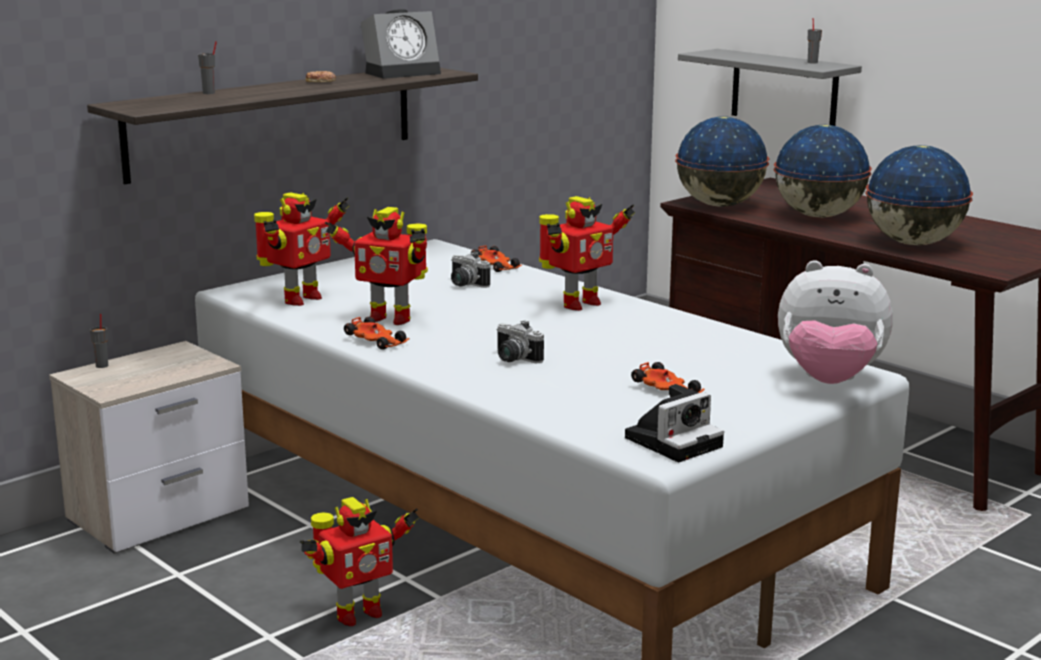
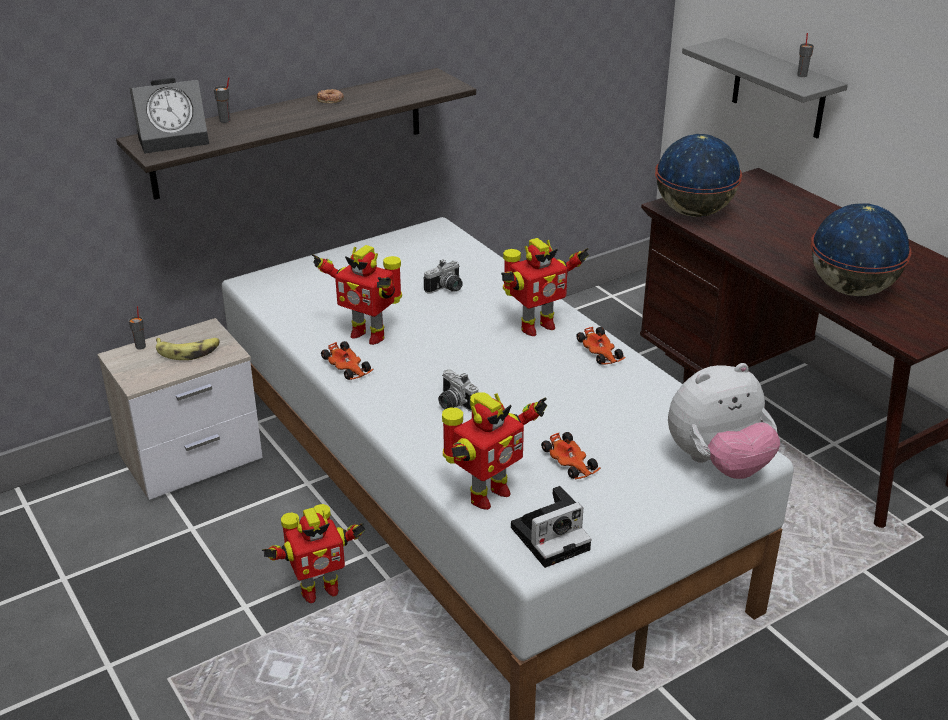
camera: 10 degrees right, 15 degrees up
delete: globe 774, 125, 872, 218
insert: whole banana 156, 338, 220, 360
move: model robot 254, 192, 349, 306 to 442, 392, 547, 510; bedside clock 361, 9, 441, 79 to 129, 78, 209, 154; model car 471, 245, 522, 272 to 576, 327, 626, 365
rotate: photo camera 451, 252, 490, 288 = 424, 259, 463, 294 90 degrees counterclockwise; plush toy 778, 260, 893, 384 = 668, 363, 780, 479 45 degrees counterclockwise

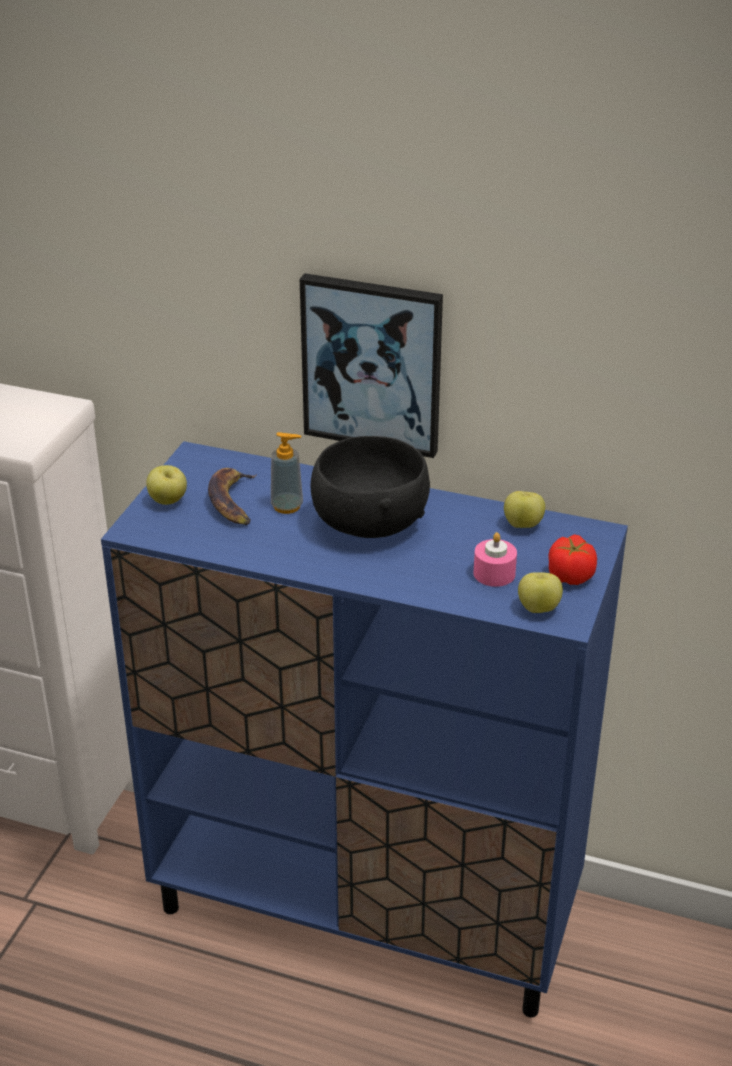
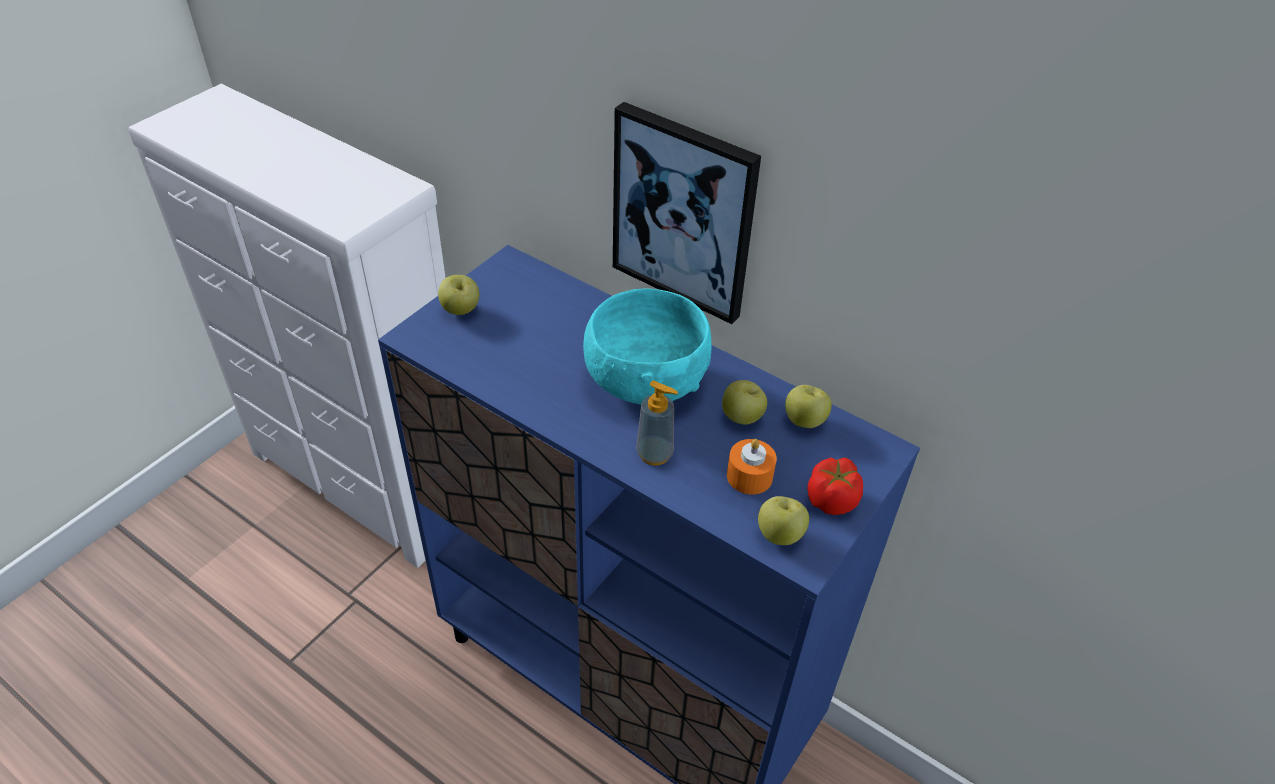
camera: 15 degrees right, 10 degrees up
delete: whole banana 208, 468, 257, 525
insert: whole apple 722, 380, 767, 425
move: soap dispenser 271, 432, 303, 514 to 636, 381, 678, 466
recolor: deep dish (blackish) 310, 436, 430, 538 to deep dish (turquoise-coloured) 583, 288, 711, 405; wax candle (pink-coloured) 473, 532, 517, 587 to wax candle (orangey) 727, 439, 777, 495

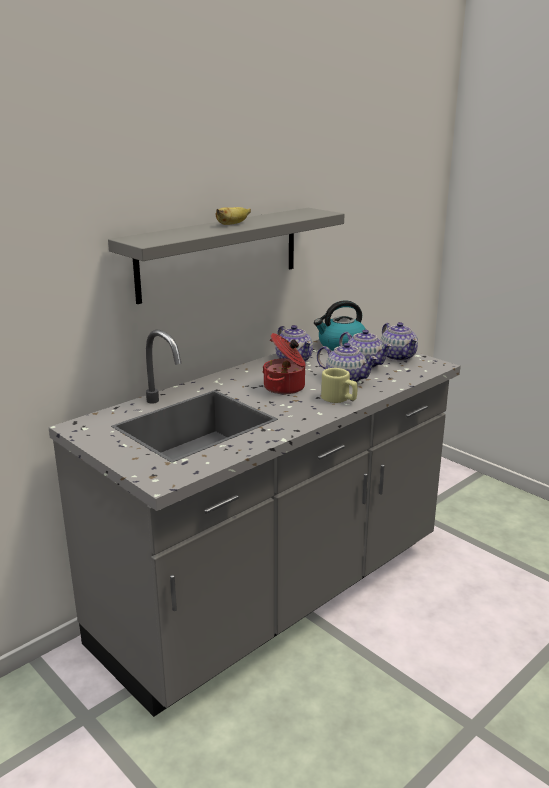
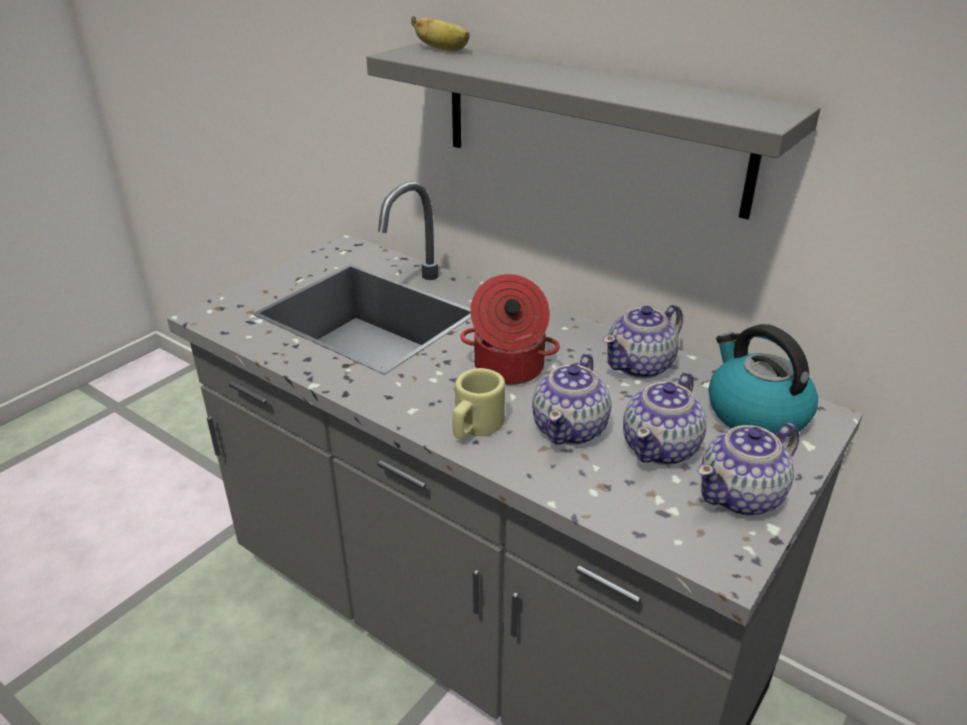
camera: 80 degrees right, 10 degrees up
move: whole banana 216, 207, 251, 225 to 411, 16, 470, 51

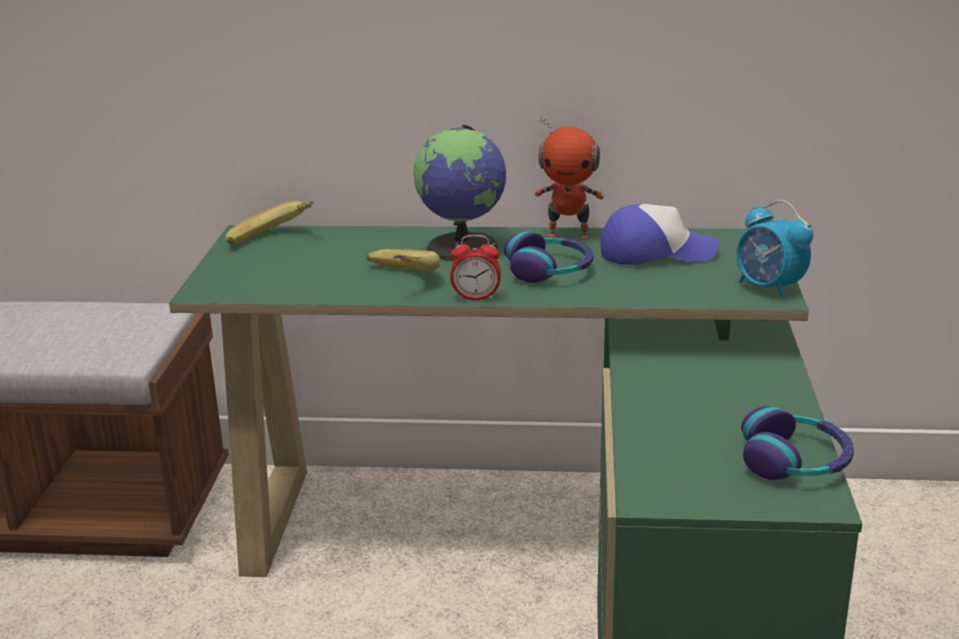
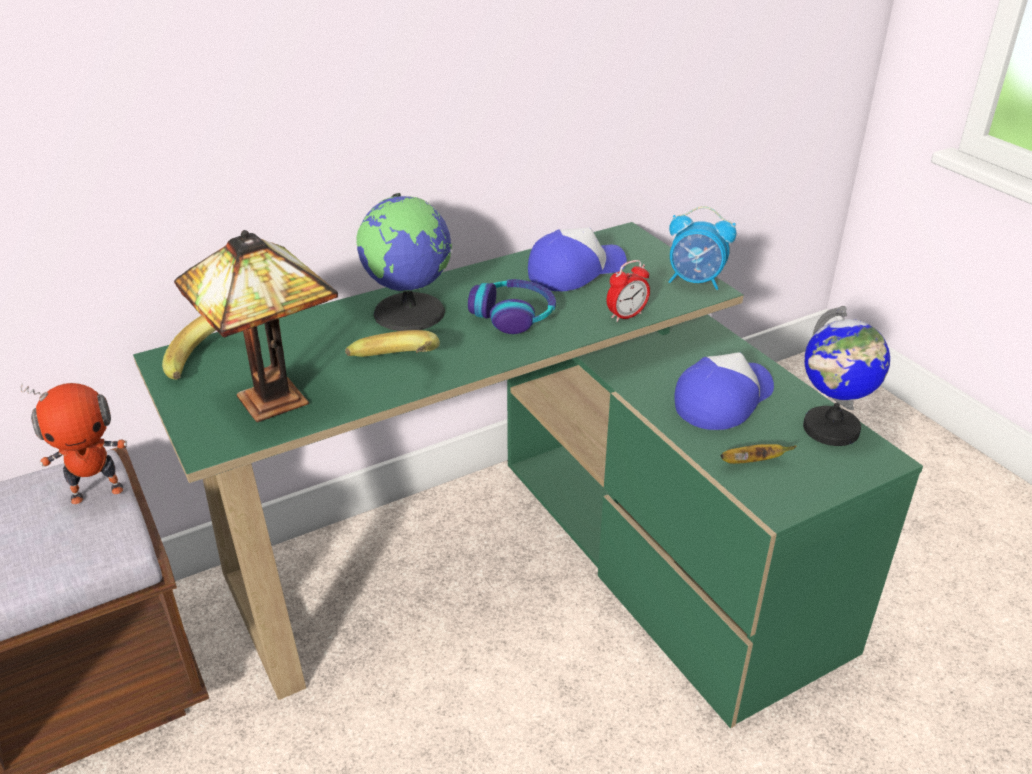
camera: 35 degrees left, 10 degrees up
insert: lamp for a table 174, 230, 338, 422; peaked cap 674, 352, 774, 430; whole banana 720, 444, 797, 464
move: bedside clock 450, 235, 501, 300 to 606, 260, 650, 322; model robot 534, 116, 605, 241 to 21, 383, 127, 504
replace: headphones 741, 406, 854, 480 to globe 803, 306, 890, 446

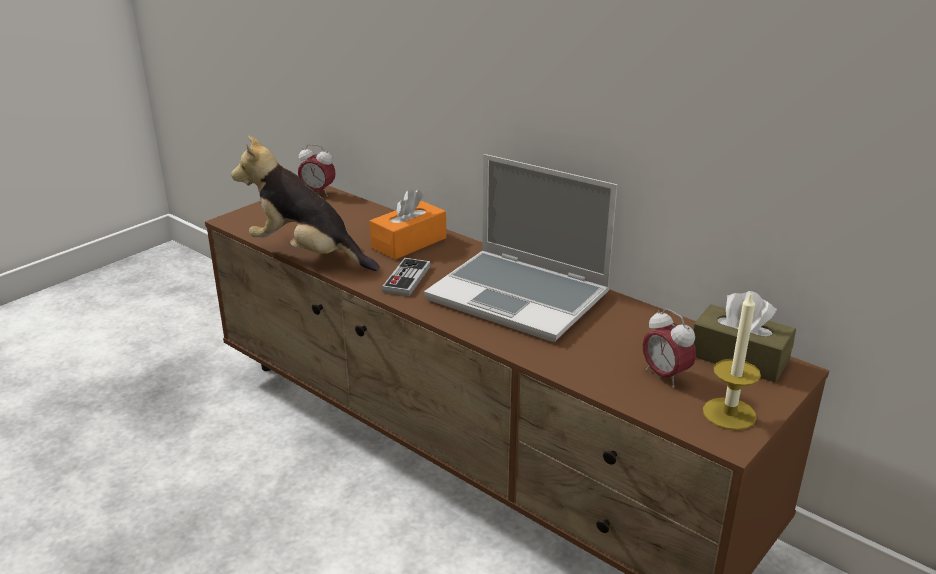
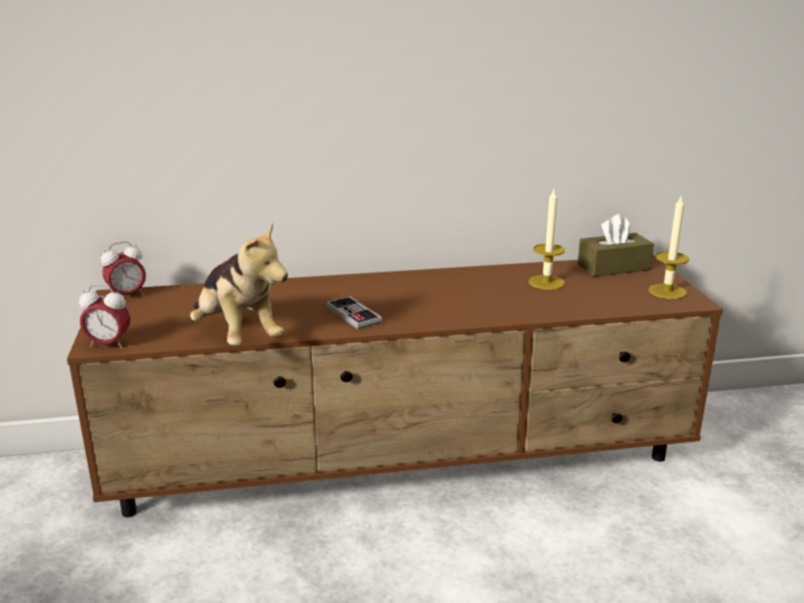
camera: 50 degrees left, 5 degrees down
delete: box of tissues (orangey) 369, 188, 446, 260; notebook computer 424, 154, 617, 342
insert: wax candle 529, 190, 565, 290
move: bedside clock 642, 309, 696, 388 to 79, 285, 130, 349
rotate: plush toy 231, 136, 379, 271 = 190, 223, 288, 345 105 degrees counterclockwise

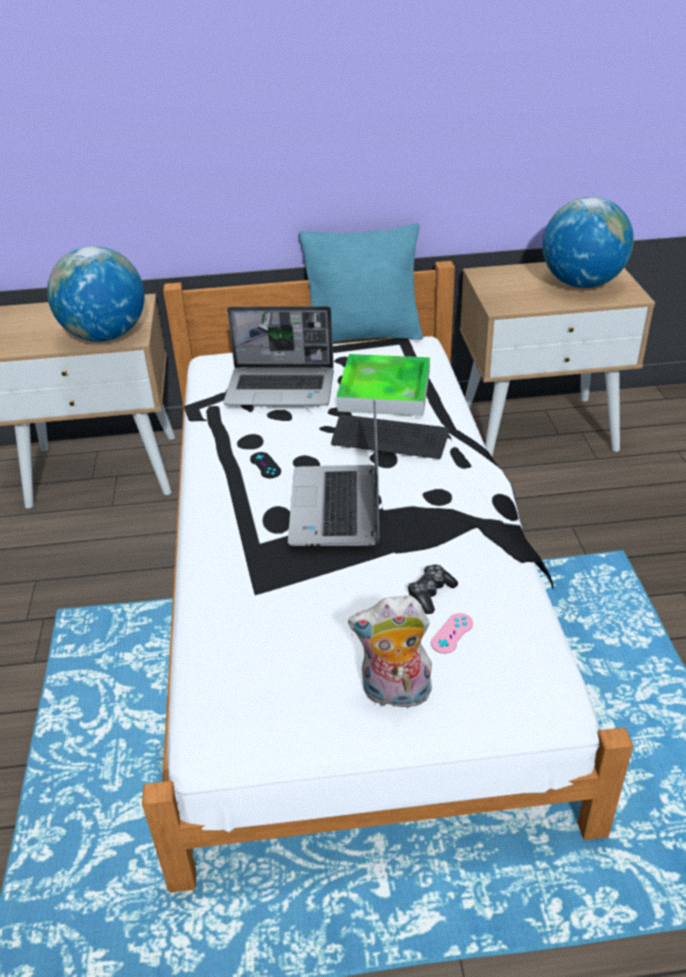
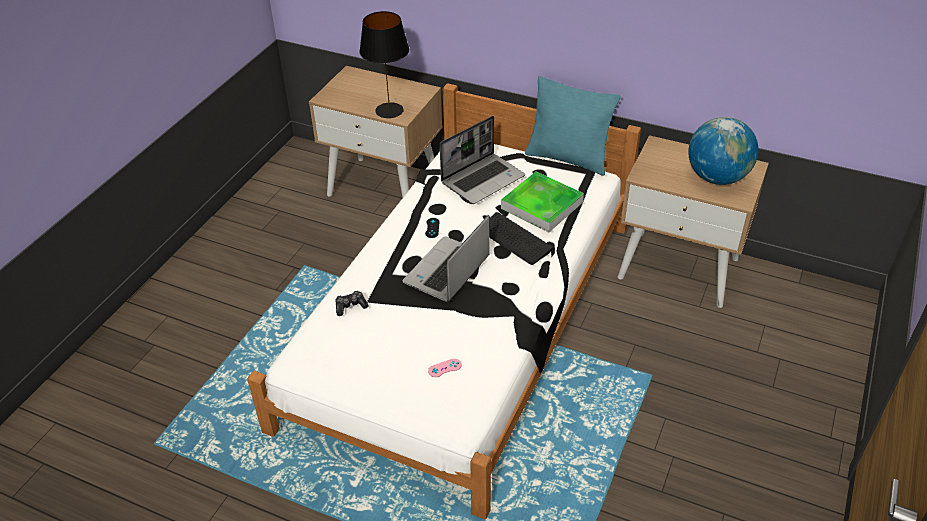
camera: 30 degrees right, 5 degrees up
delete: plush toy 348, 596, 433, 713
move: gamepad 407, 565, 458, 614 to 335, 291, 368, 316
replace: globe 47, 246, 145, 342 to lamp for a table (blackish) 359, 11, 409, 118
rotate: notebook computer 224, 306, 334, 405 = 440, 116, 525, 204 75 degrees counterclockwise

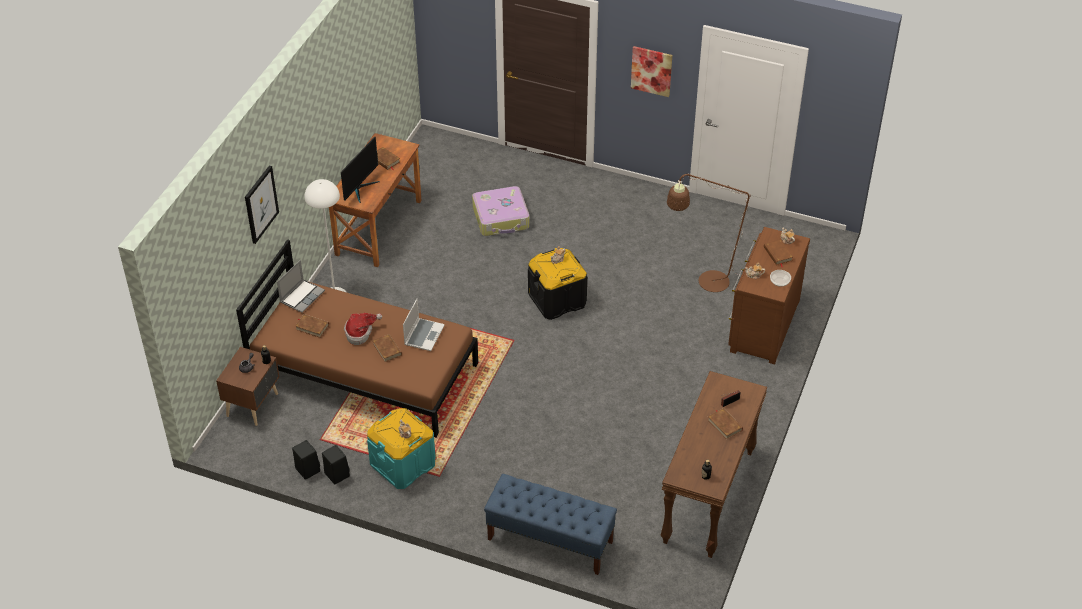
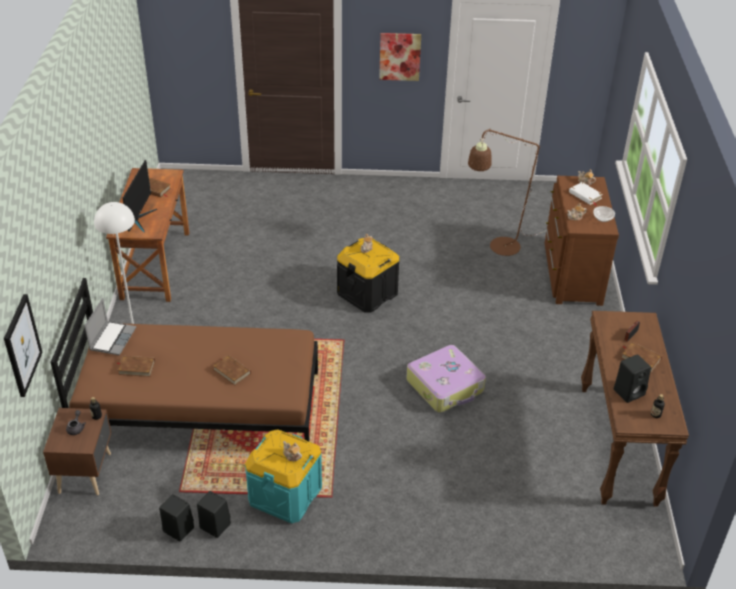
camera: 20 degrees left, 5 degrees down
delete: wearable hat 344, 313, 382, 345; notebook computer 403, 299, 445, 351; indoor bench (blue) 484, 474, 617, 575
insert: audio speaker (blackish) 614, 354, 651, 403
move: wall picture 245, 165, 279, 244 to 4, 294, 42, 397; piece of luggage 472, 186, 529, 236 to 406, 345, 486, 413
recolor: book (brown) 764, 239, 793, 267 to book (white) 569, 182, 603, 206

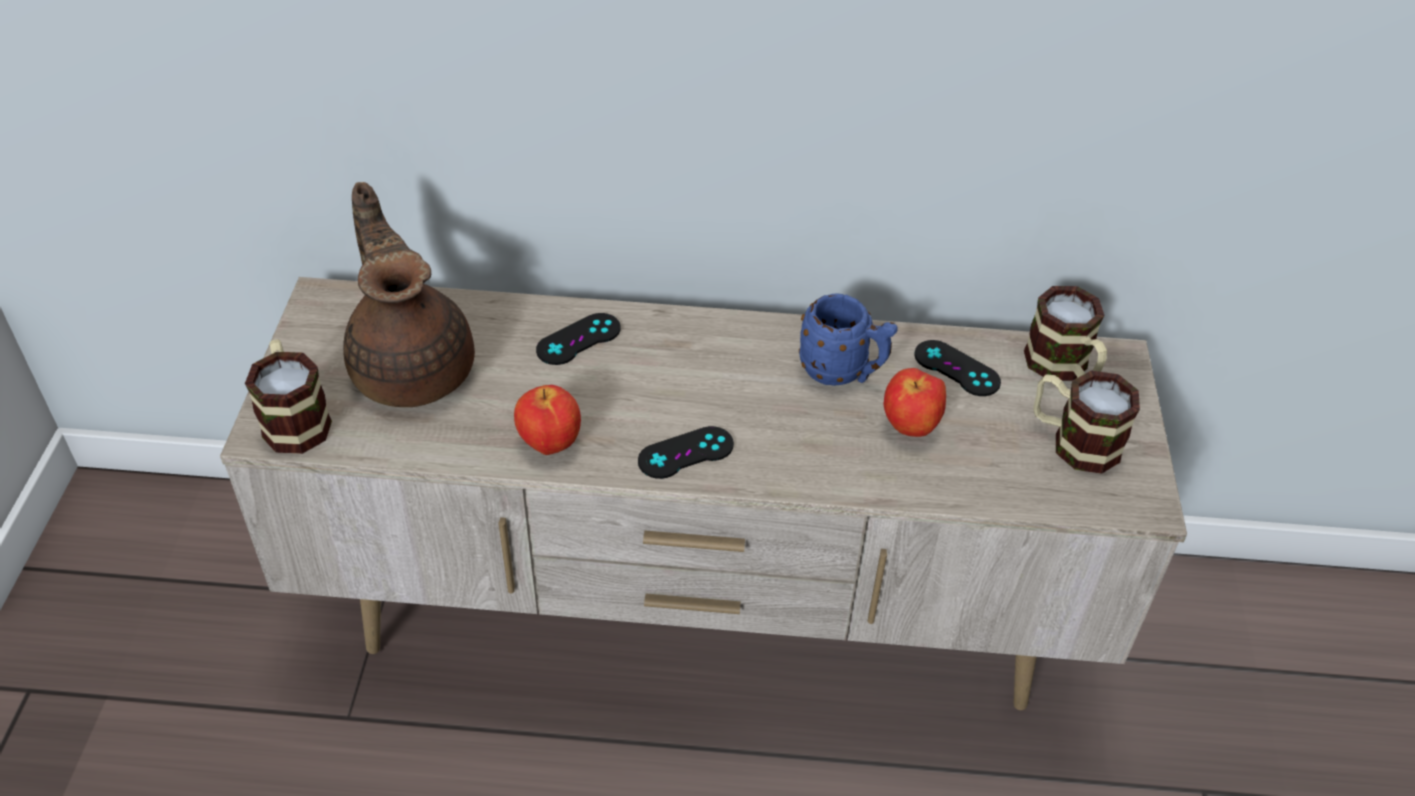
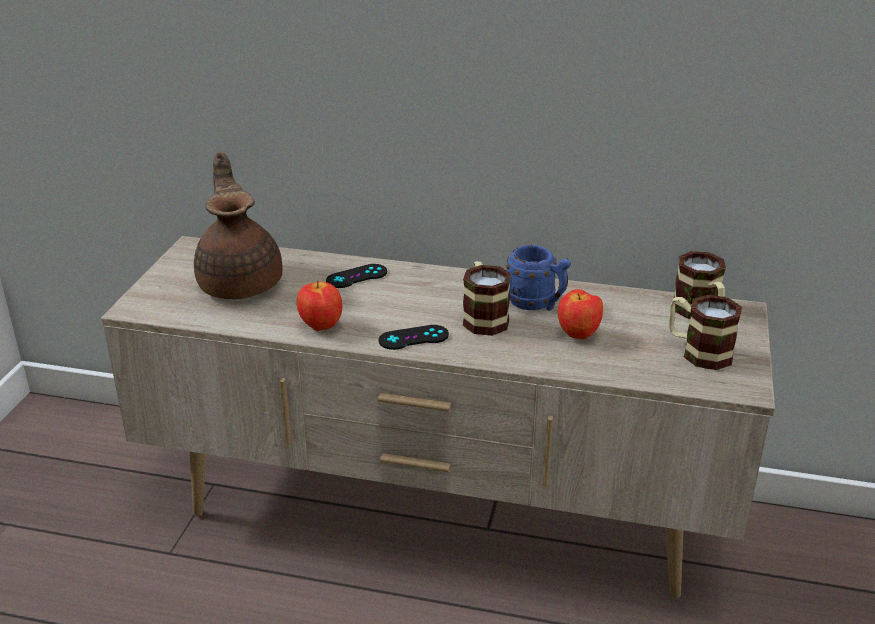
camera: 10 degrees right, 15 degrees down
delete: gamepad (blackish) 914, 340, 1001, 396
move: tea mug 245, 339, 332, 454 to 463, 261, 511, 336

